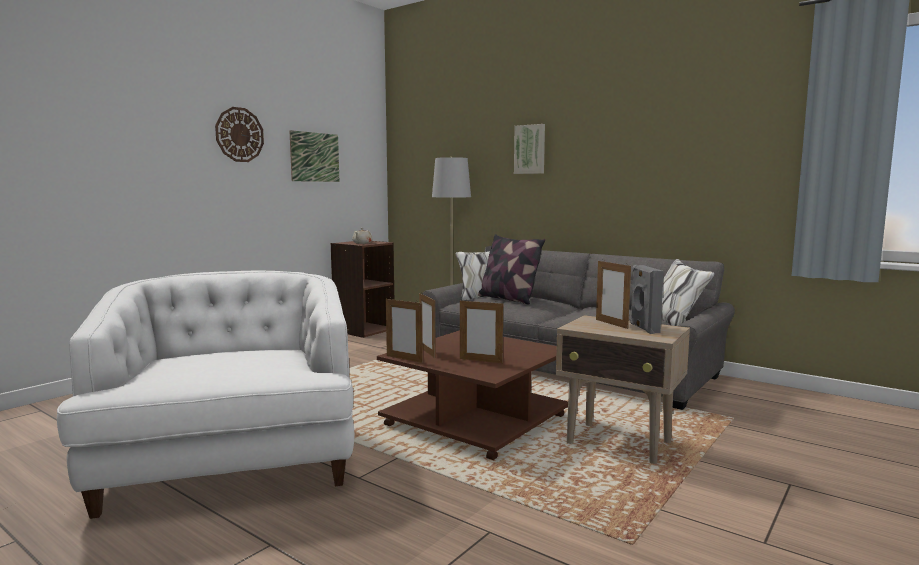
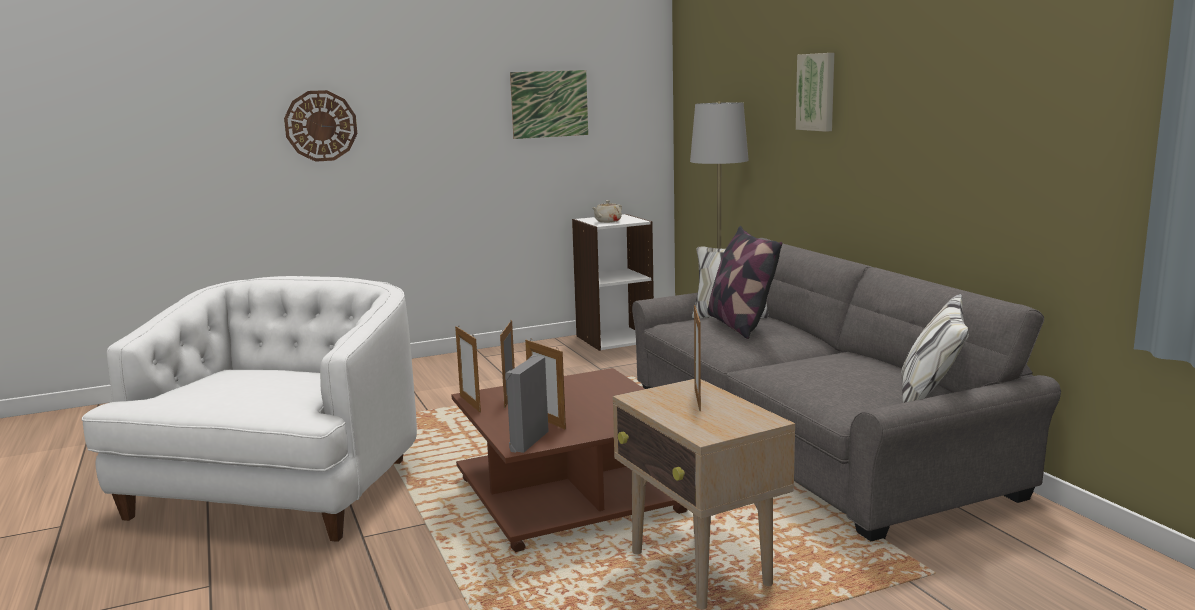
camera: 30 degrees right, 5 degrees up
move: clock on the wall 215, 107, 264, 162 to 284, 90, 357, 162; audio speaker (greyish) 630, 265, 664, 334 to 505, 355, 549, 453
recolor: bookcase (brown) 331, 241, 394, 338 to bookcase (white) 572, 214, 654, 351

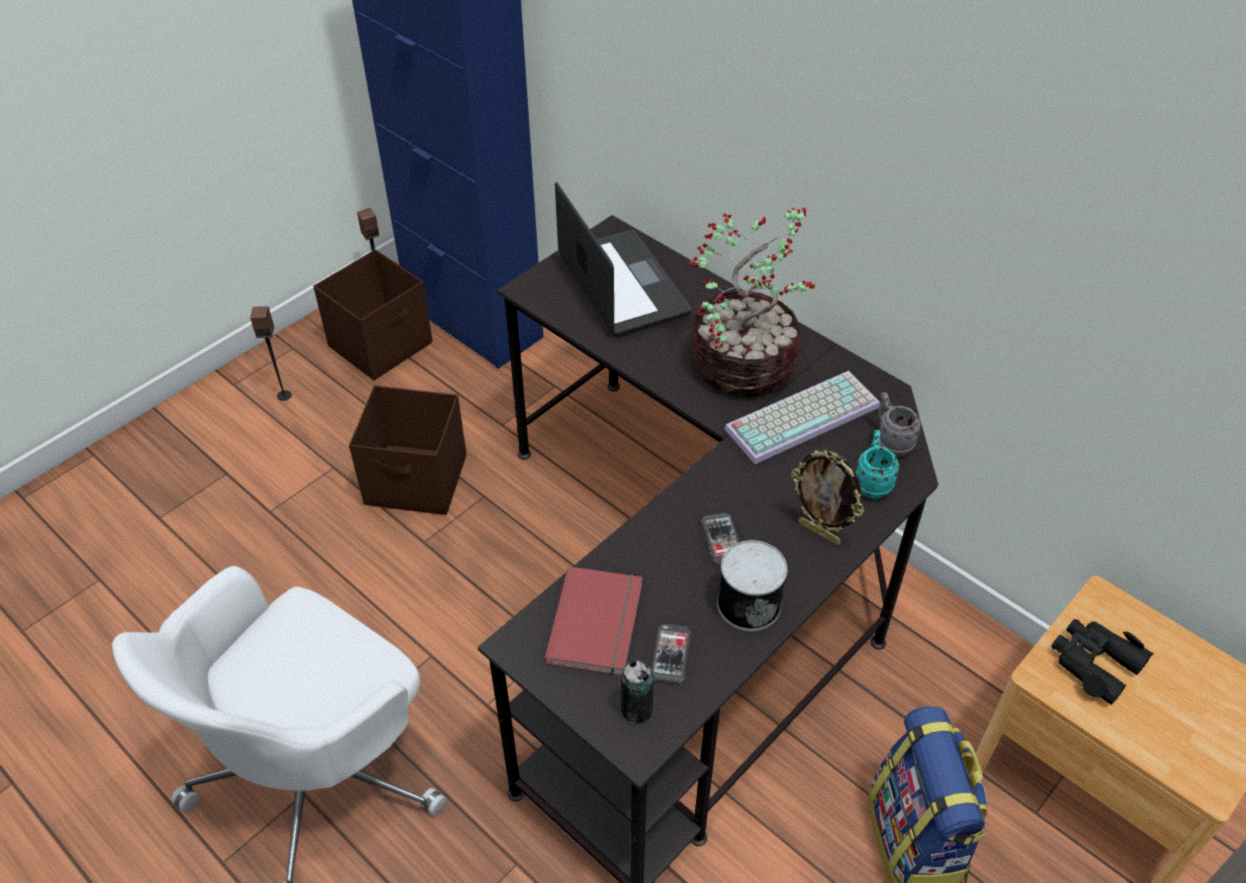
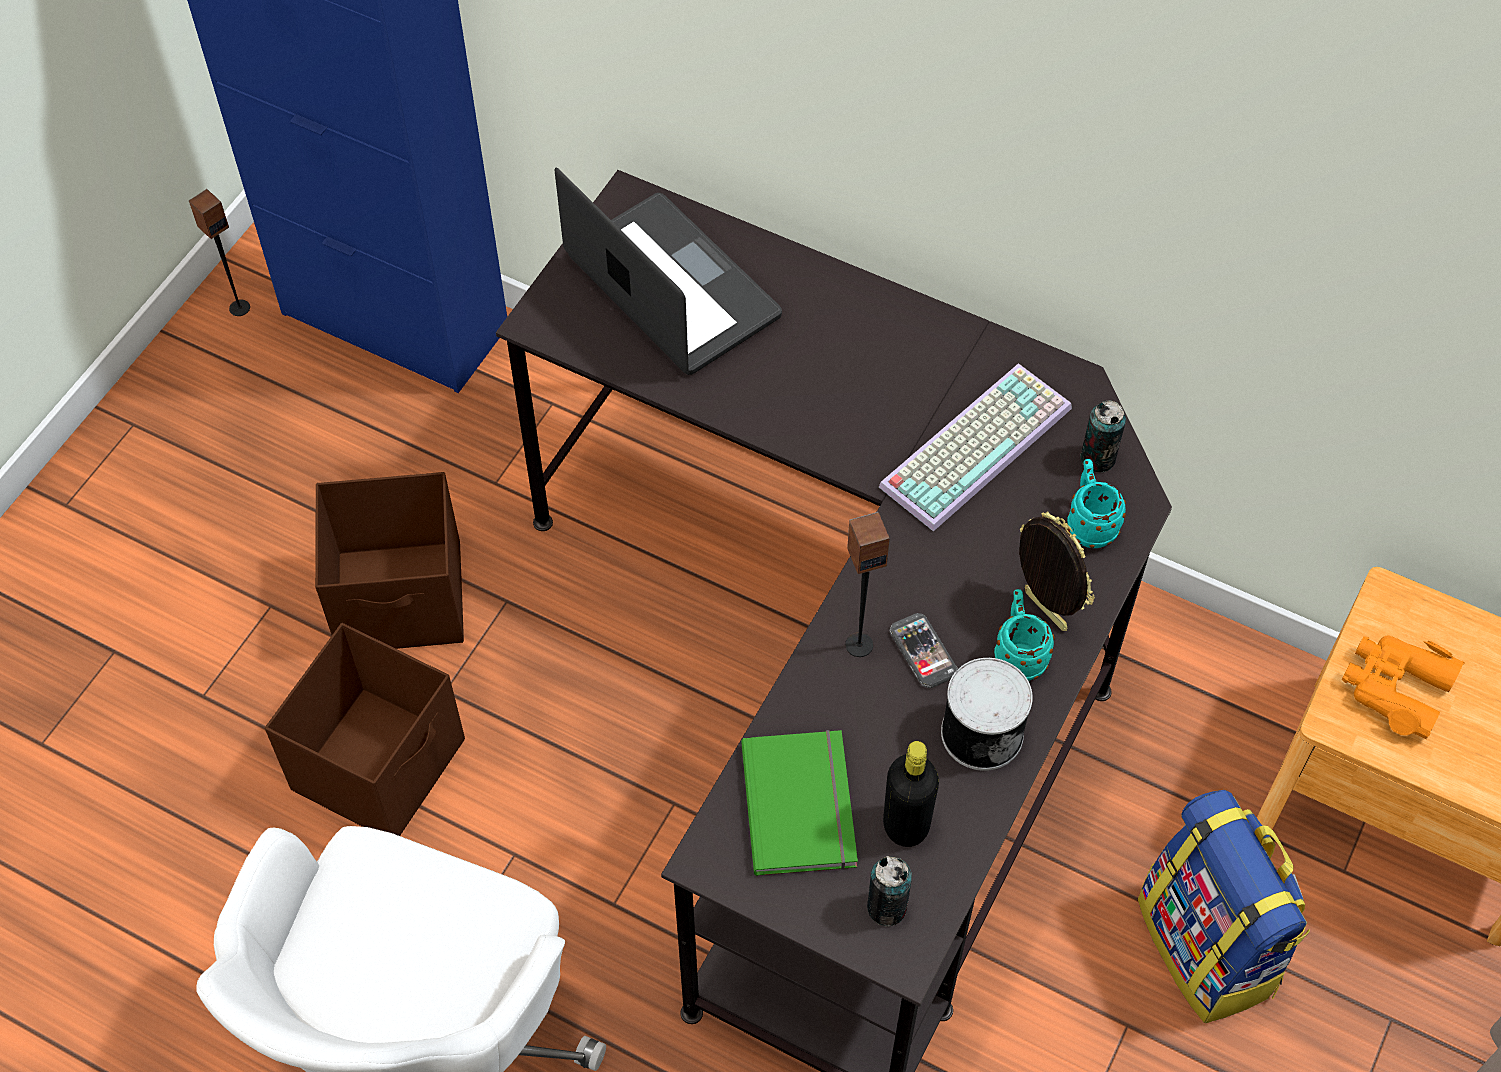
camera: 15 degrees left, 10 degrees up
delete: potted plant 690, 208, 815, 397
insert: tea mug (turquoise-coloured) 994, 589, 1055, 681
move: audio speaker 250, 306, 292, 401 to 845, 512, 890, 657; storage container (brown) 313, 249, 432, 380 to 265, 623, 465, 836
replace: telephone 651, 624, 691, 684 to bottle (blackish) 883, 741, 939, 847; tea mug (greyish) 878, 392, 922, 457 to sealed can 1080, 400, 1126, 473
recolor: book (red-coloured) 544, 567, 642, 675 to book (greenish) 741, 730, 858, 876; binoculars (blackish) 1051, 619, 1153, 705 to binoculars (orangey) 1342, 635, 1465, 739
rotate: picture frame 791, 450, 864, 545 = 1019, 511, 1095, 631 150 degrees counterclockwise

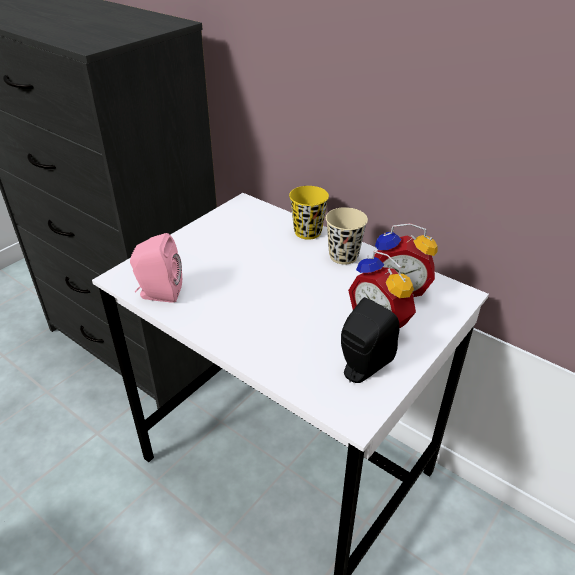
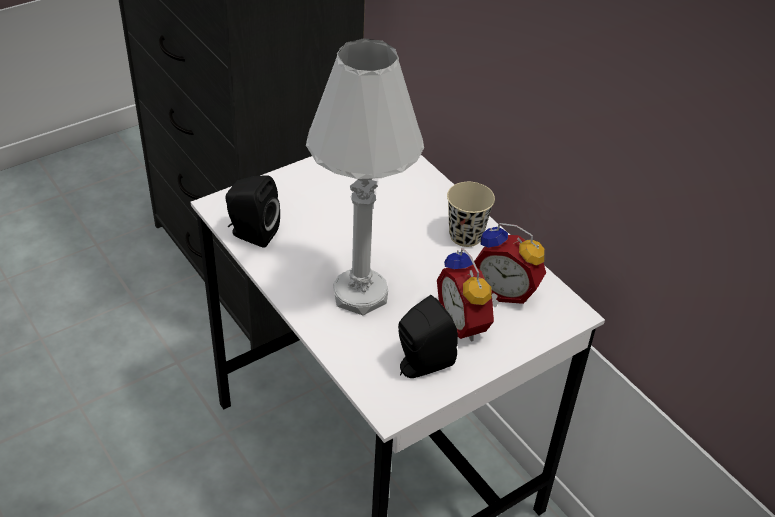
camera: 15 degrees right, 5 degrees up
delete: small cup (yellow-coloured) 289, 186, 329, 240
insert: lamp for a table (white) 306, 38, 424, 315
recolor: audio speaker (pink-coloured) 130, 233, 182, 303 to audio speaker (blackish) 225, 175, 280, 248

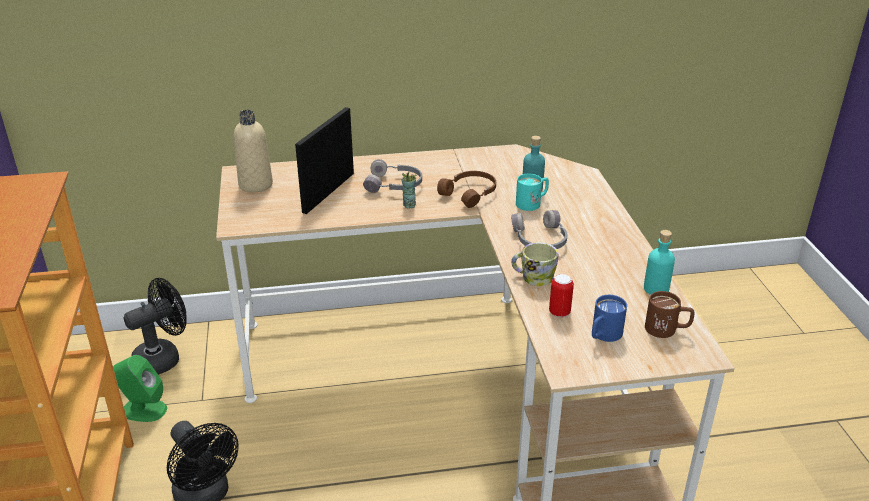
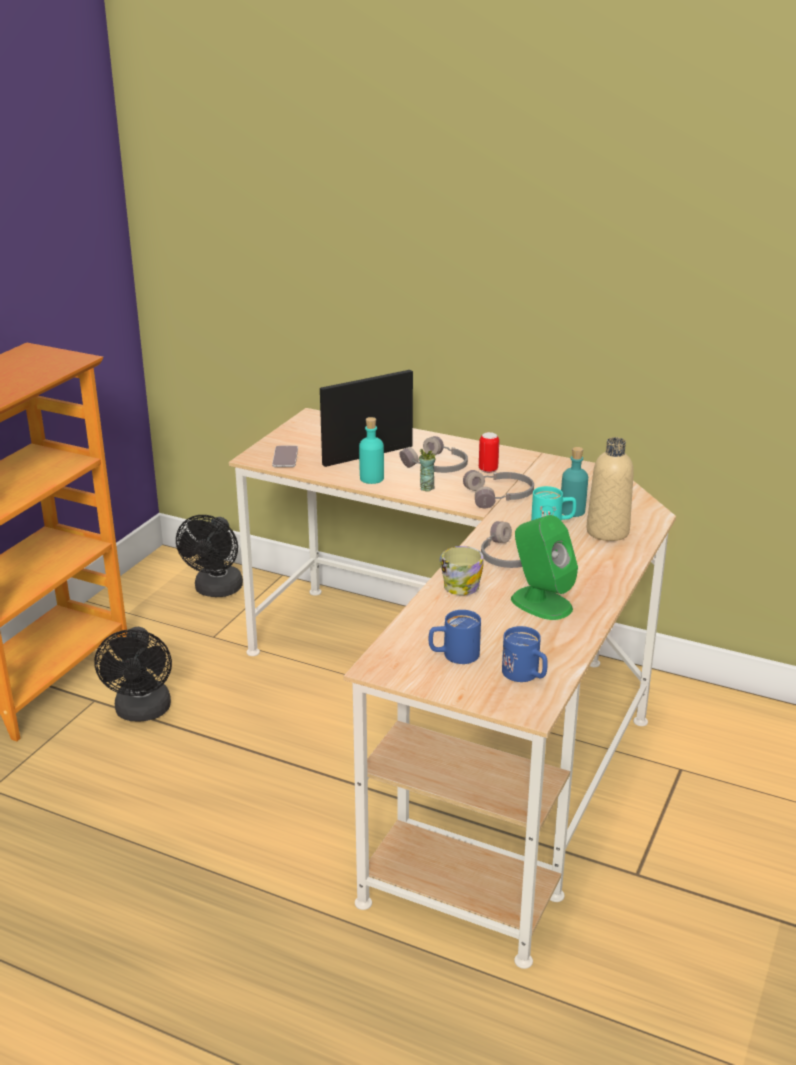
camera: 35 degrees right, 5 degrees down
insert: telephone 272, 446, 298, 467
move: audio speaker (greenish) 113, 355, 167, 422 to 511, 515, 578, 620; bottle (sand-coloured) 234, 110, 273, 193 to 586, 437, 634, 541; sealed can 549, 274, 574, 317 to 479, 432, 499, 473; bottle (turquoise-coloured) 644, 230, 675, 295 to 359, 417, 384, 484
recolor: headphones (brown) 437, 171, 496, 208 to headphones (greyish) 463, 470, 534, 508; tea mug (brown) 645, 291, 694, 338 to tea mug (blue) 502, 626, 548, 682
rotate: cooling fan (blackish) 124, 278, 186, 375 = 176, 515, 243, 597 105 degrees clockwise

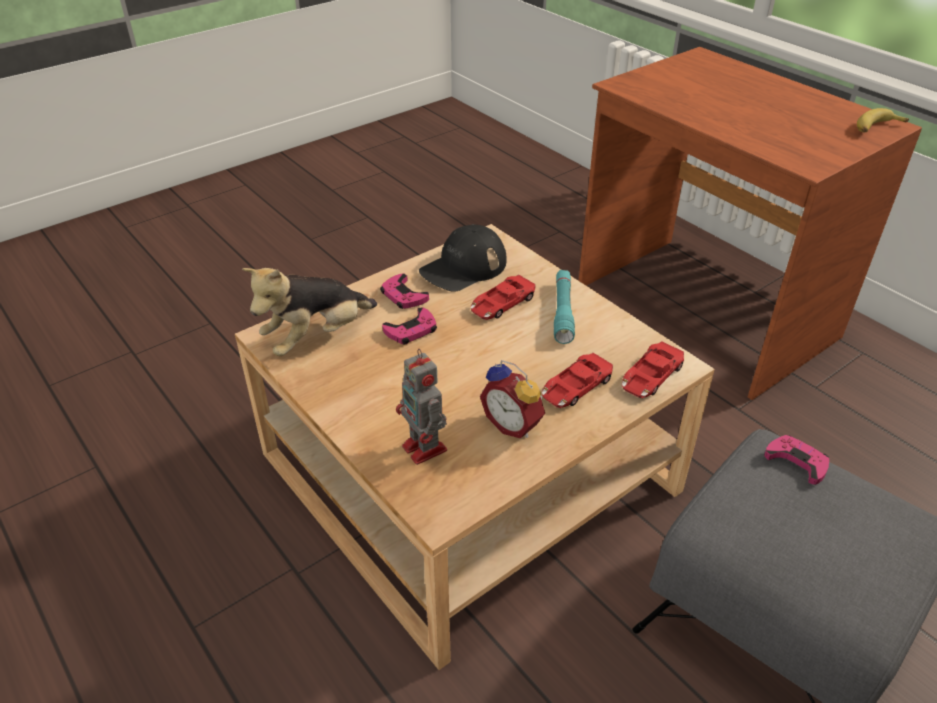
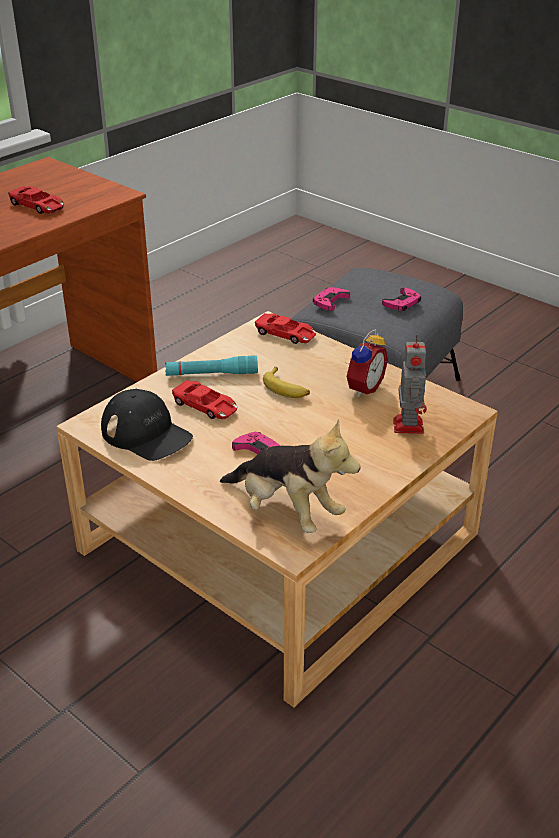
camera: 100 degrees left, 5 degrees down
move: gamepad (pink-coloured) 380, 273, 429, 309 to 382, 287, 421, 311; model car (red-coloured) 542, 353, 613, 408 to 9, 186, 64, 214; whole banana 857, 108, 909, 133 to 263, 367, 310, 398
rotate: model robot 396, 349, 447, 465 = 393, 334, 427, 434 45 degrees counterclockwise

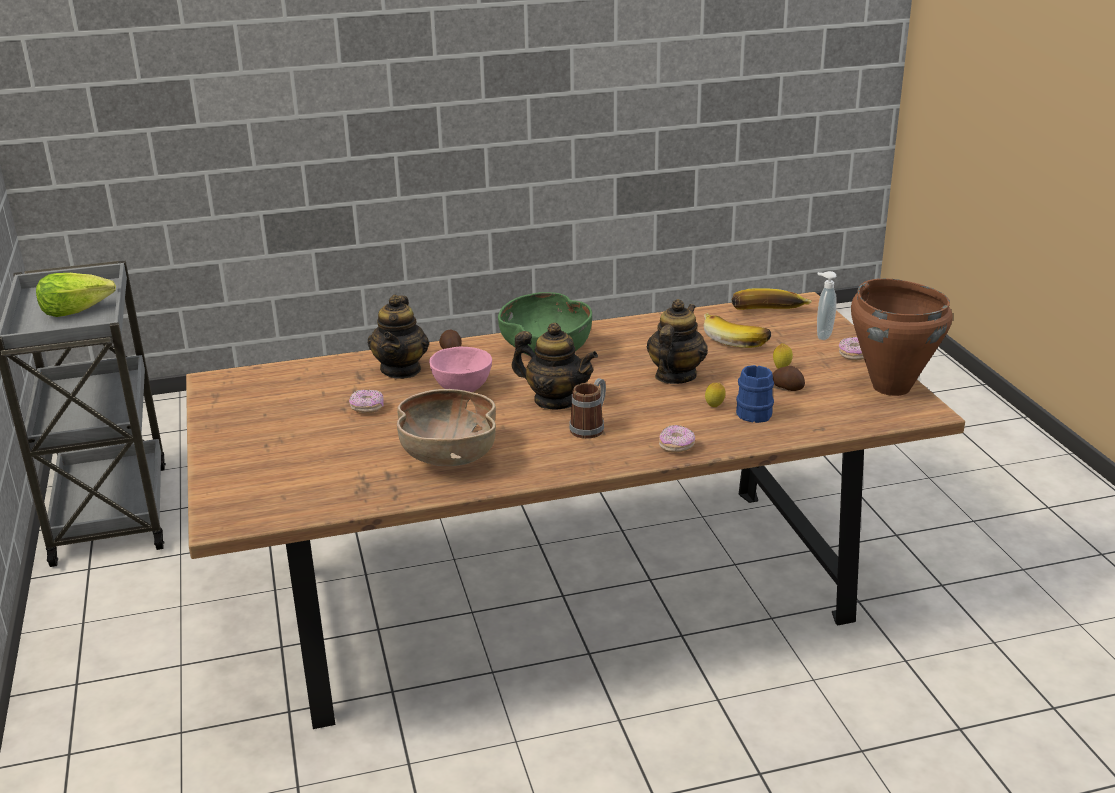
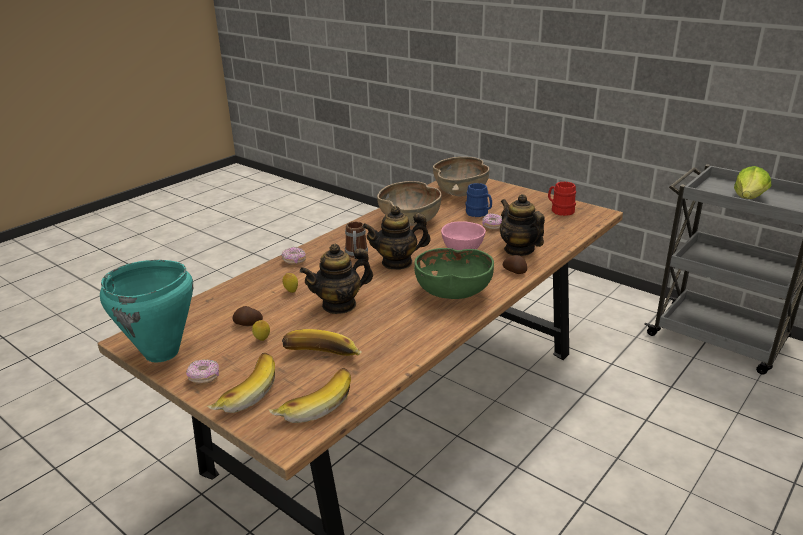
camera: 145 degrees right, 0 degrees up
insert: deep dish (brown) 433, 157, 489, 196; tea mug (red-coloured) 548, 182, 576, 216
move: tea mug (blue) 736, 365, 774, 423 to 465, 183, 492, 217
replace: soap dispenser 817, 271, 837, 340 to whole banana 207, 353, 275, 413
recolor: stockpot (brown) 851, 278, 953, 396 to stockpot (turquoise-coloured) 100, 260, 193, 362
rotate: pot for tea 647, 299, 708, 384 = 300, 244, 373, 314 75 degrees clockwise

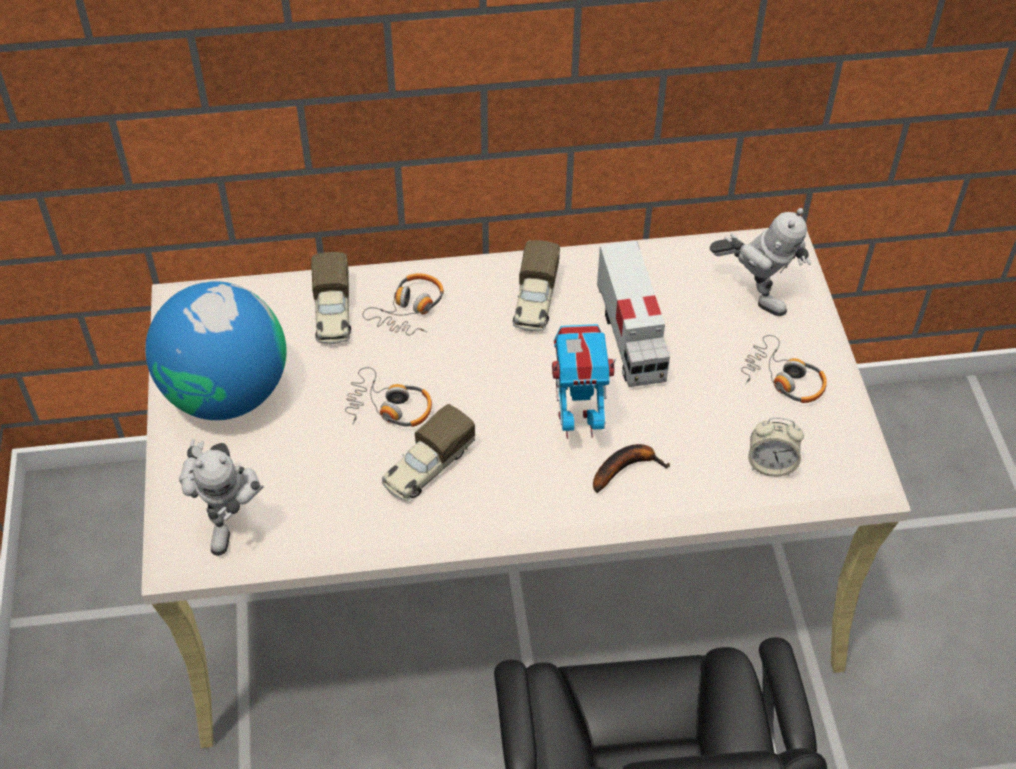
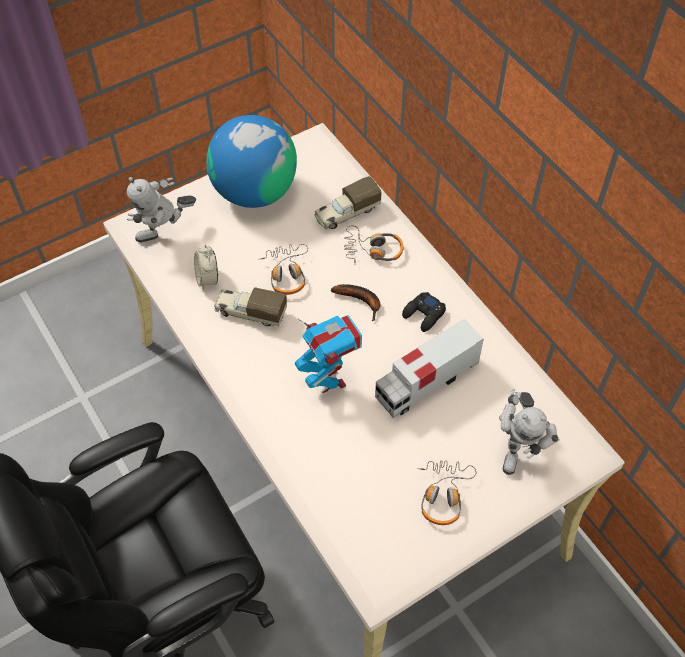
camera: 65 degrees right, 5 degrees up
move: whole banana 593, 444, 670, 493 to 331, 284, 381, 321; bedside clock 748, 418, 804, 477 to 194, 245, 218, 290
replace: model truck 513, 240, 560, 331 to gamepad (blackish) 402, 292, 446, 332

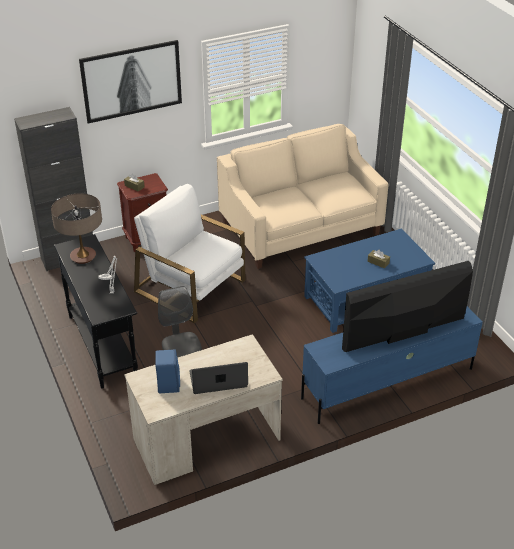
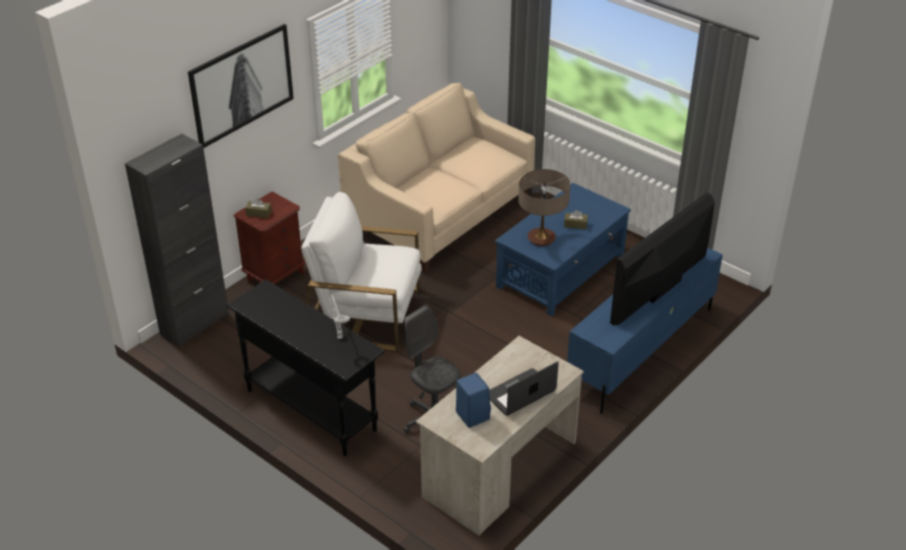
camera: 25 degrees left, 0 degrees up
move: lamp for a table 51, 193, 102, 264 to 518, 169, 570, 246

